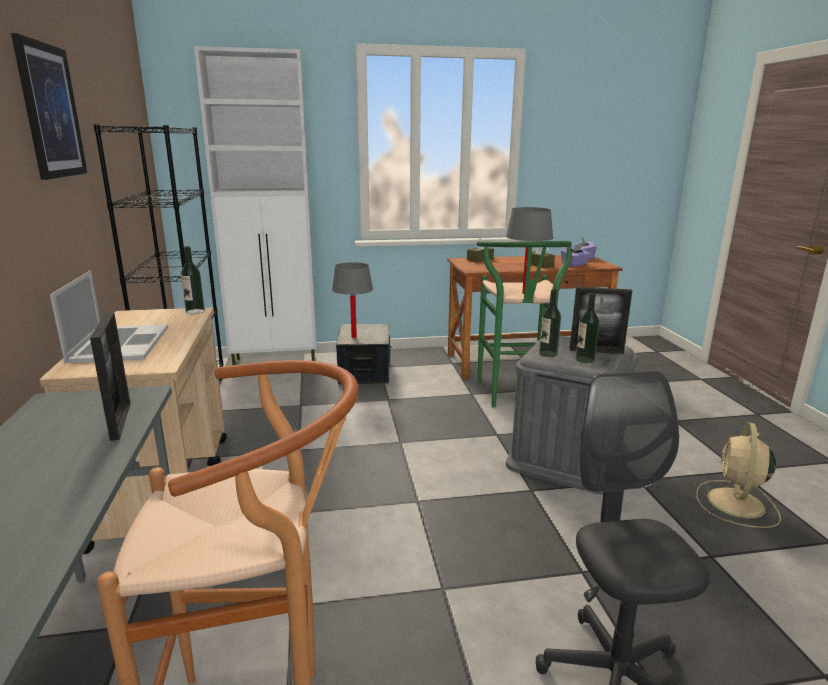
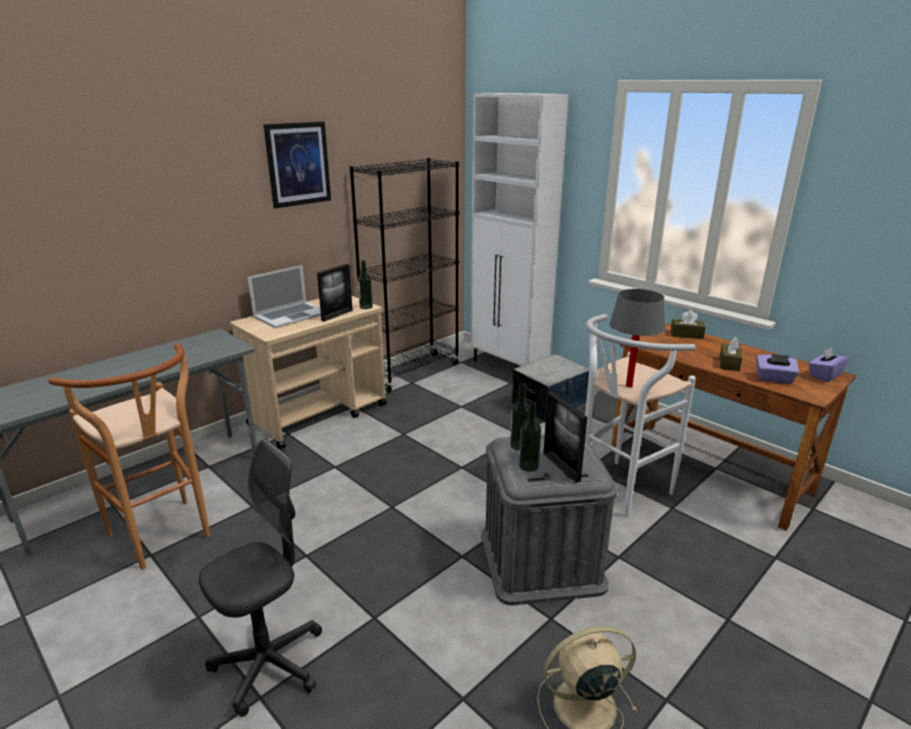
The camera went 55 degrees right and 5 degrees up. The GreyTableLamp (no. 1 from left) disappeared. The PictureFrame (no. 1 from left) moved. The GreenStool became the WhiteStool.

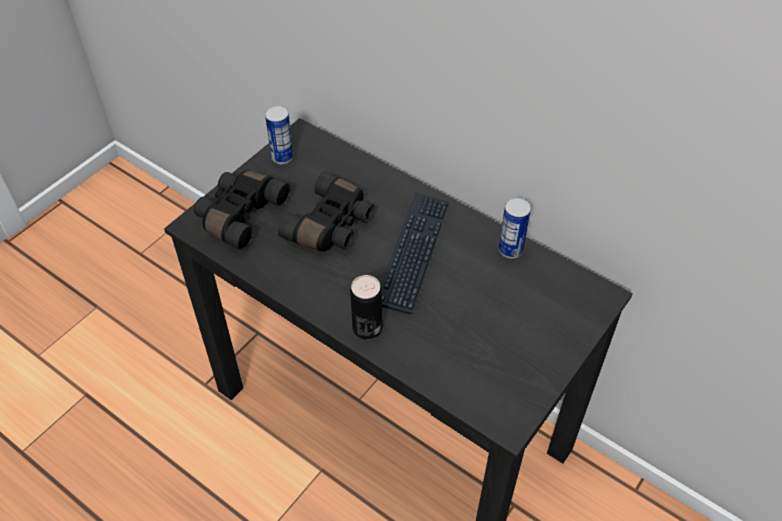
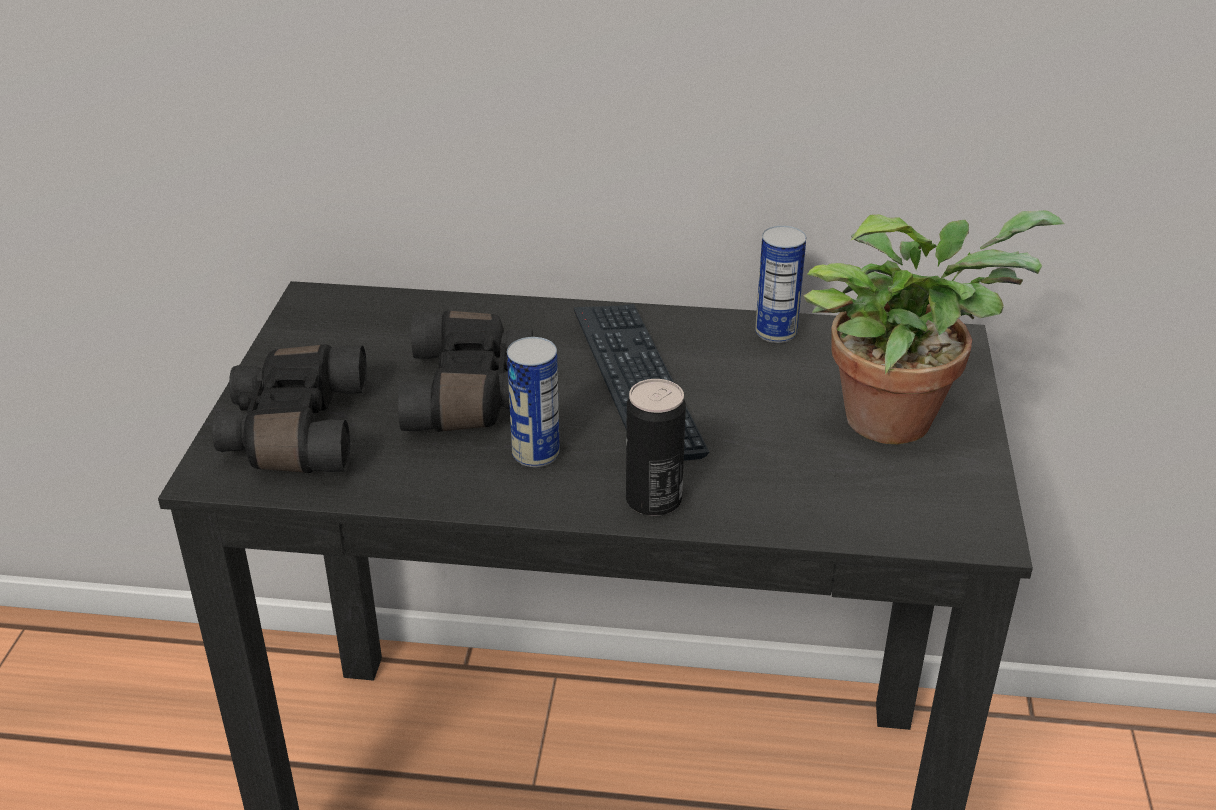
The camera went 30 degrees left and 15 degrees down. The PottedPlant appeared. The Can (no. 1 from left) moved.

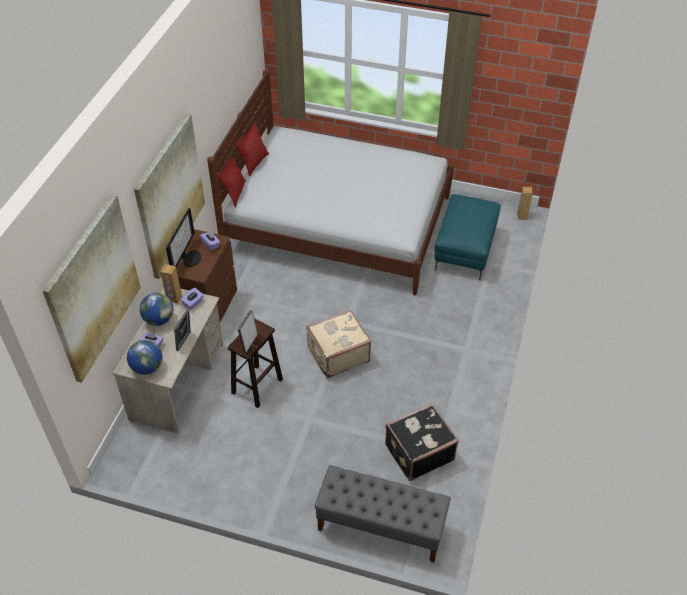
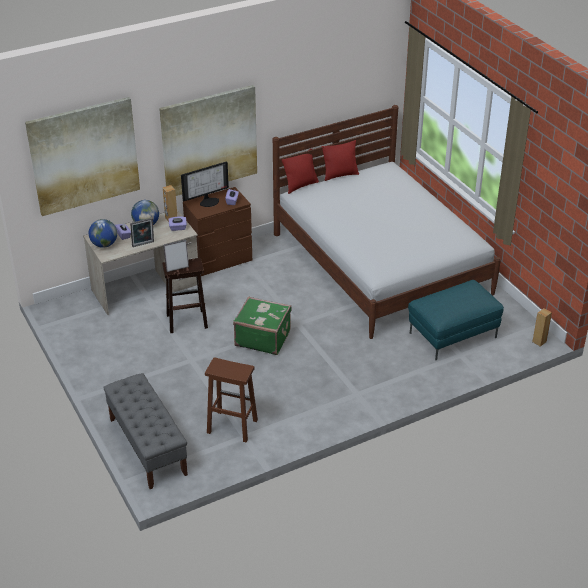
The camera went 45 degrees right and 10 degrees down. The BlackSuitcase was replaced by the BrownStool (no. 2 from left). The BeigeSuitcase became the GreenSuitcase.

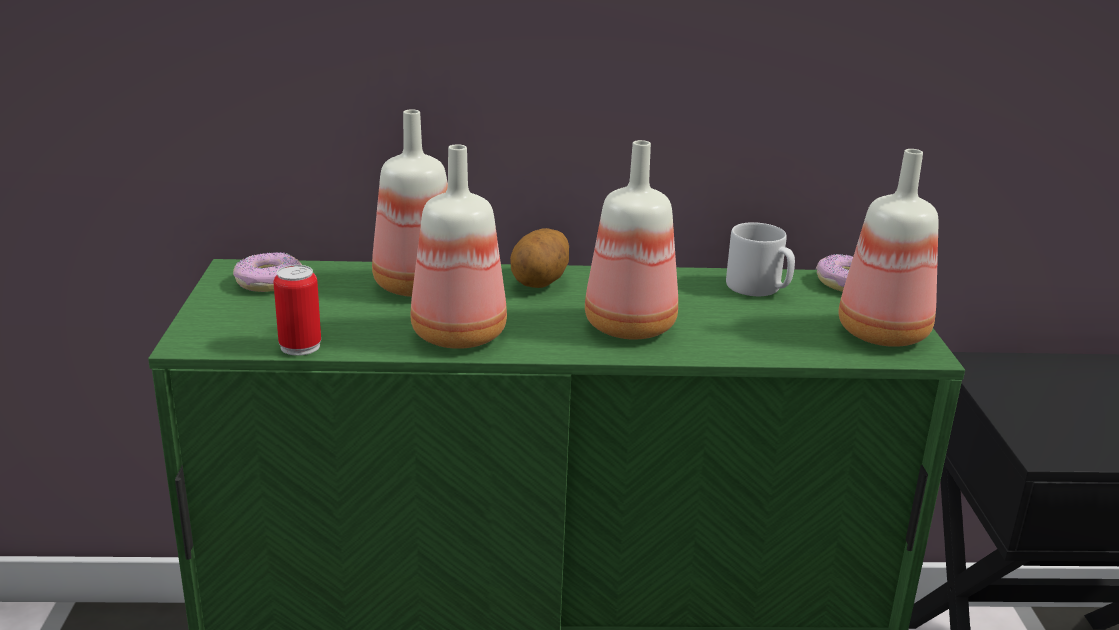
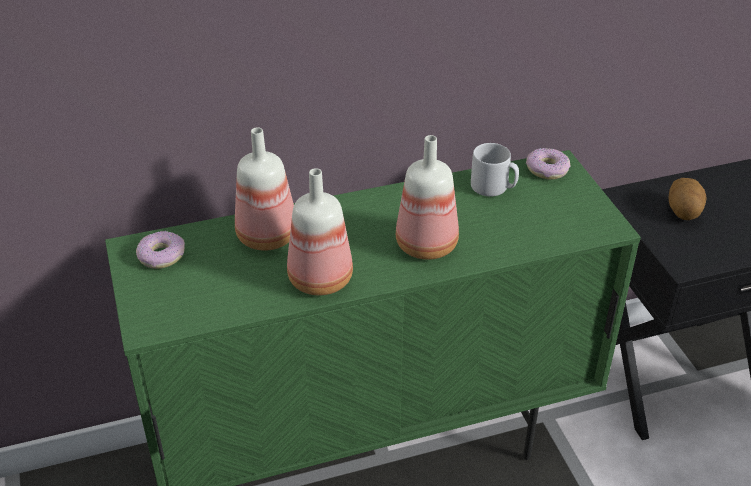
The camera went 15 degrees left and 15 degrees up. The Can disappeared. The Bottle (no. 4 from left) disappeared. The Potato moved.

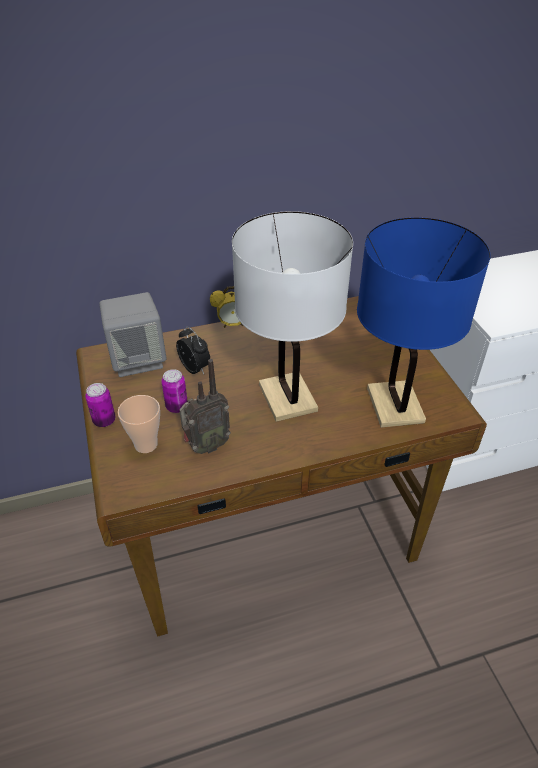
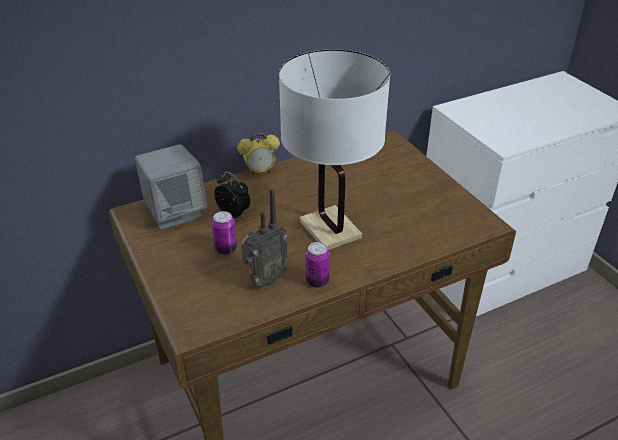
The camera went 10 degrees left and 5 degrees down. The Cup disappeared. The BlueTableLamp disappeared. The Can (no. 1 from left in the first image) moved.

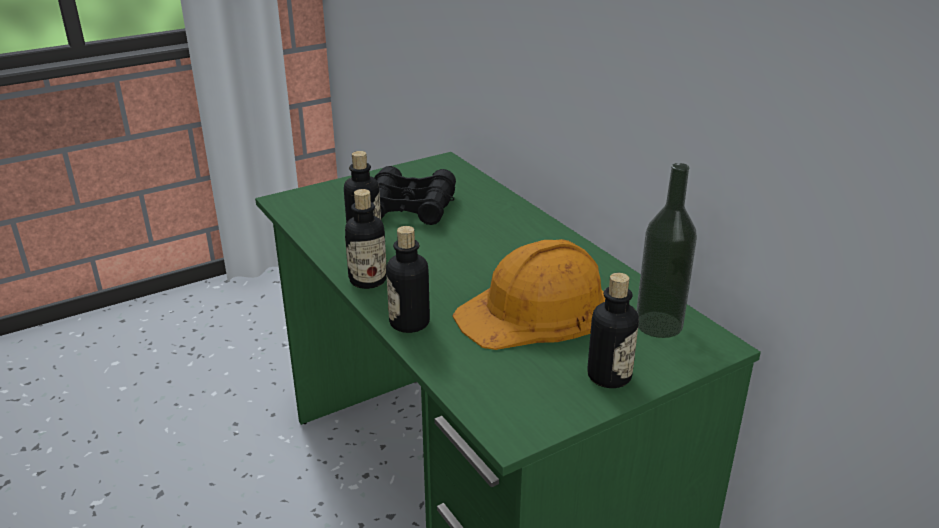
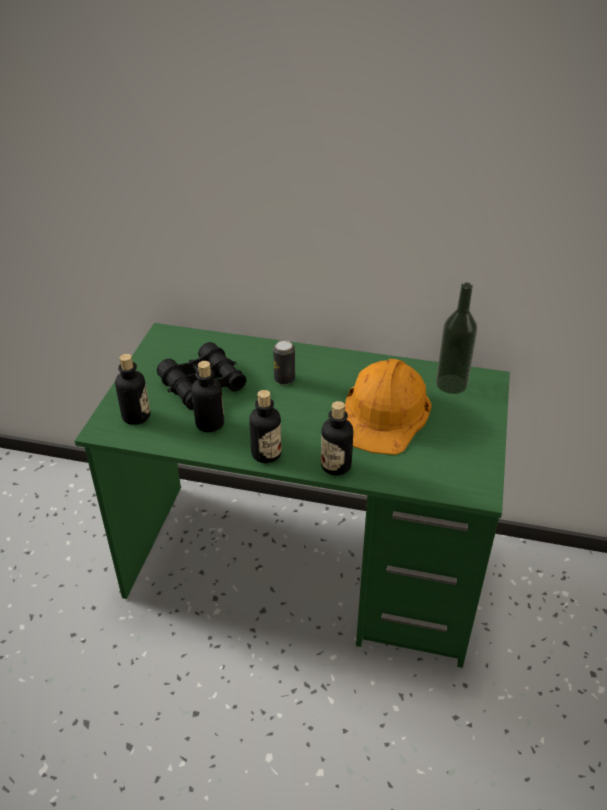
The camera went 45 degrees left and 10 degrees up. The Can appeared. The Bottle (no. 4 from left in the first image) moved.

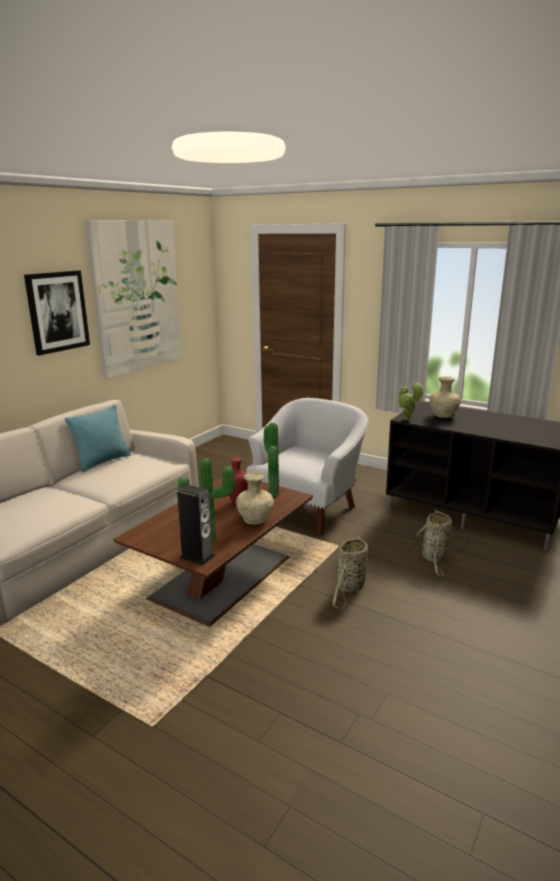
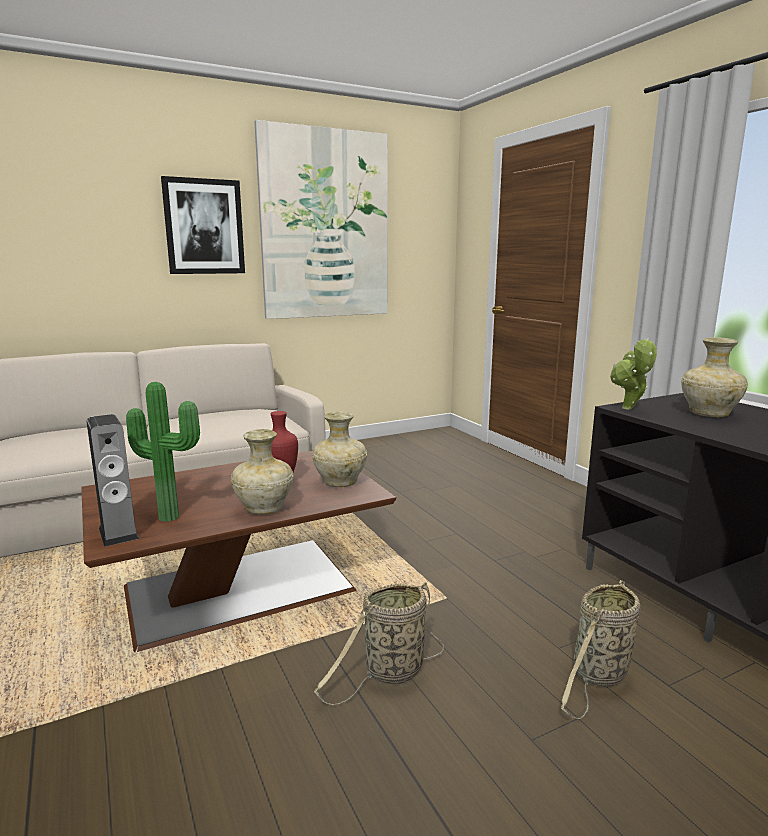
The camera went 30 degrees right and 5 degrees down. The TurquoisePillow disappeared. The WhiteArmchair disappeared. The PottedPlant (no. 2 from left) was replaced by the BeigeVase (no. 2 from left).

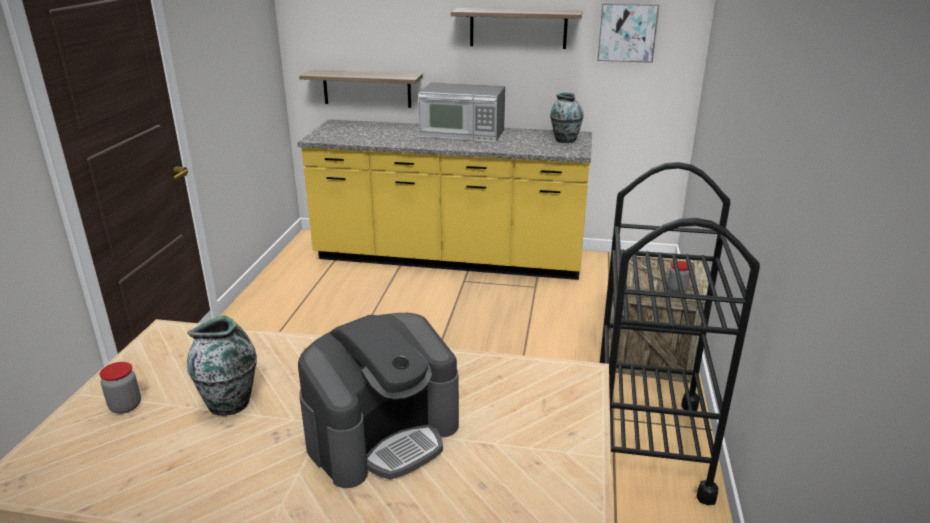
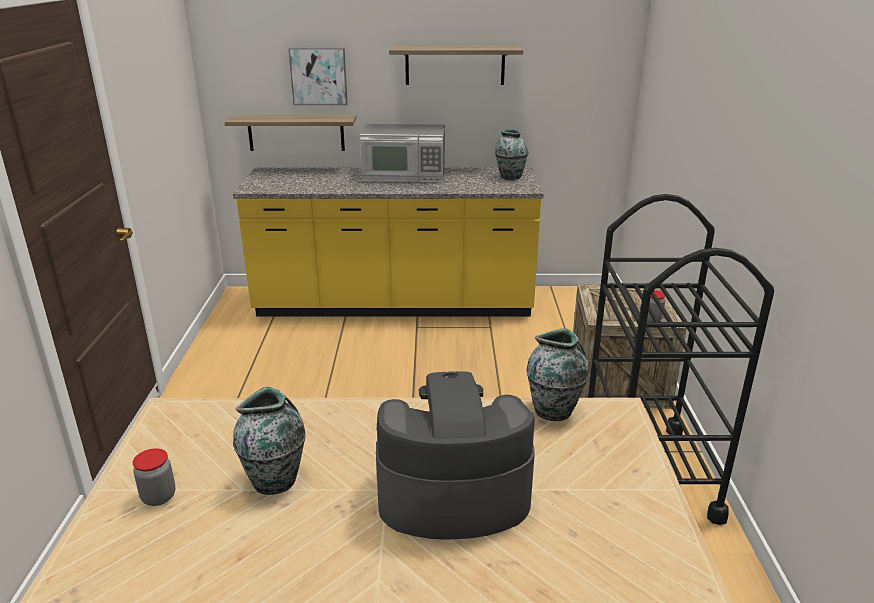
The camera went 10 degrees left and 0 degrees up. The Vase (no. 3 from left) appeared. The Picture moved. The CoffeeMachine turned 135 degrees counterclockwise.

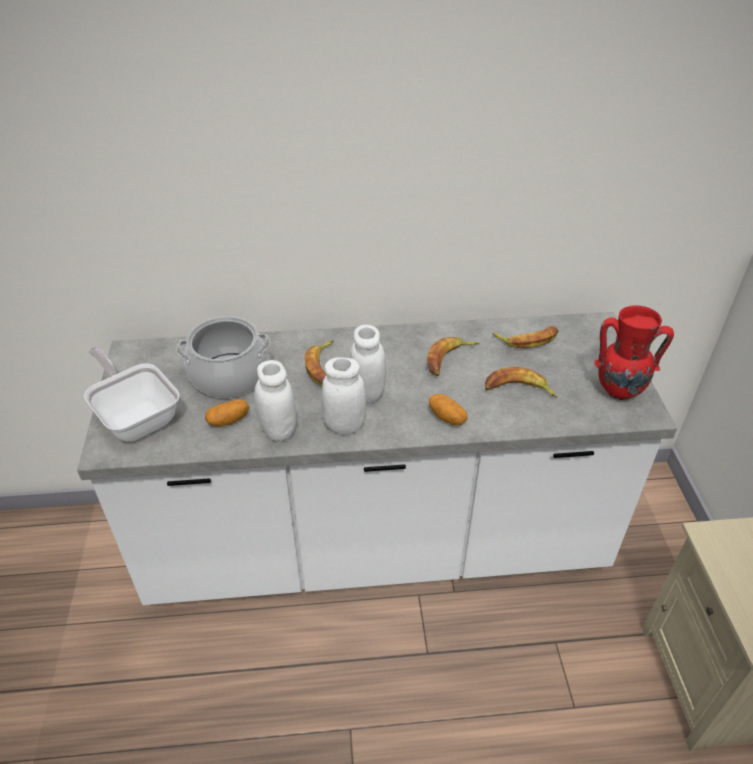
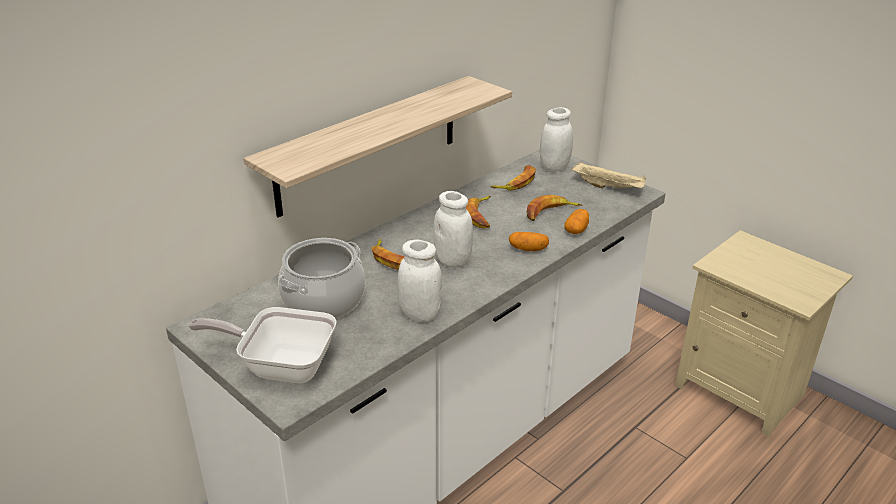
The camera went 40 degrees left and 10 degrees down. The Shelf appeared. The Potato (no. 1 from left in the first image) moved. The WhiteJar (no. 2 from left in the first image) moved. The RedVase was replaced by the BeigeTray.

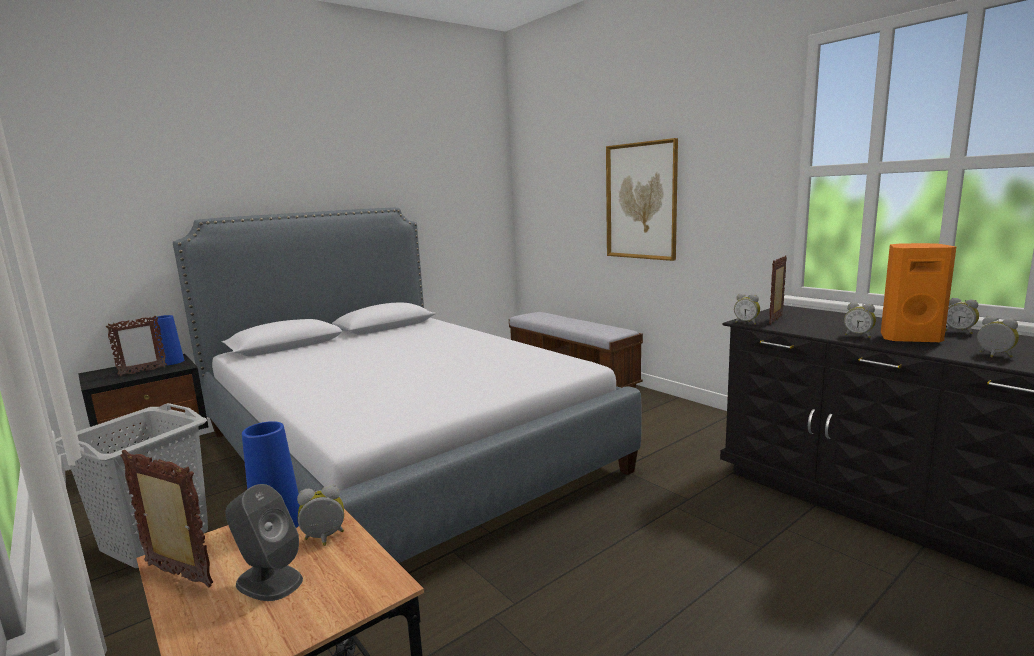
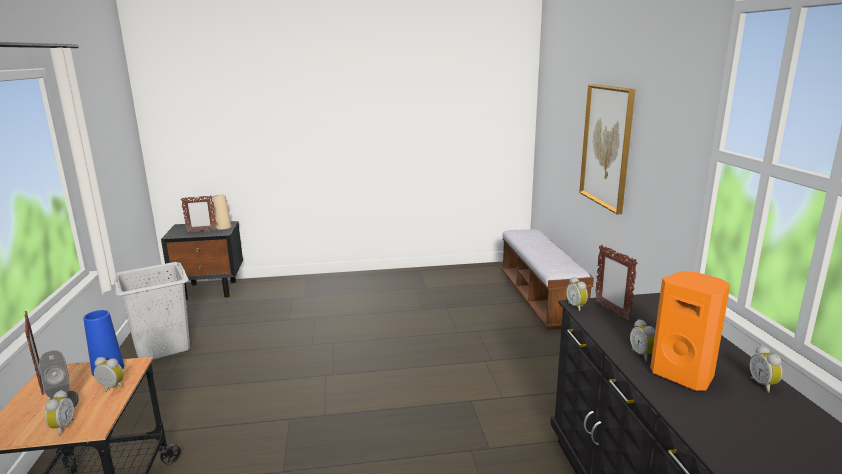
The camera went 30 degrees right and 5 degrees up. The Bed disappeared. The AlarmClock (no. 5 from left in the first image) moved. The BlueVase (no. 1 from left) became the BeigeVase. The PictureFrame (no. 3 from left) turned 90 degrees counterclockwise.

